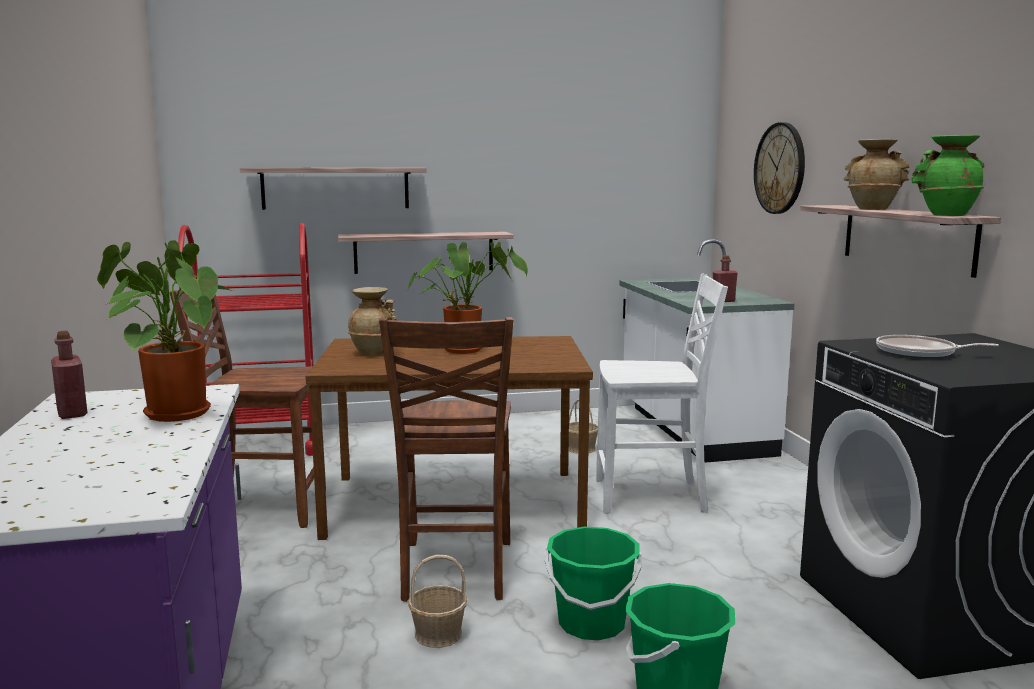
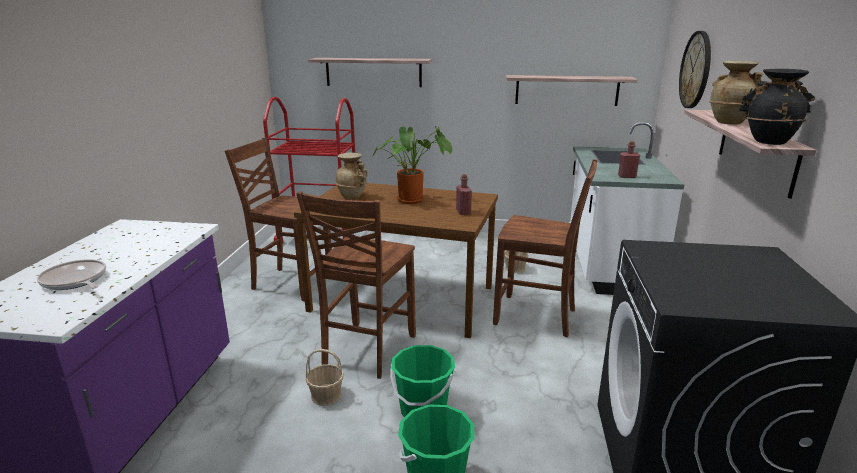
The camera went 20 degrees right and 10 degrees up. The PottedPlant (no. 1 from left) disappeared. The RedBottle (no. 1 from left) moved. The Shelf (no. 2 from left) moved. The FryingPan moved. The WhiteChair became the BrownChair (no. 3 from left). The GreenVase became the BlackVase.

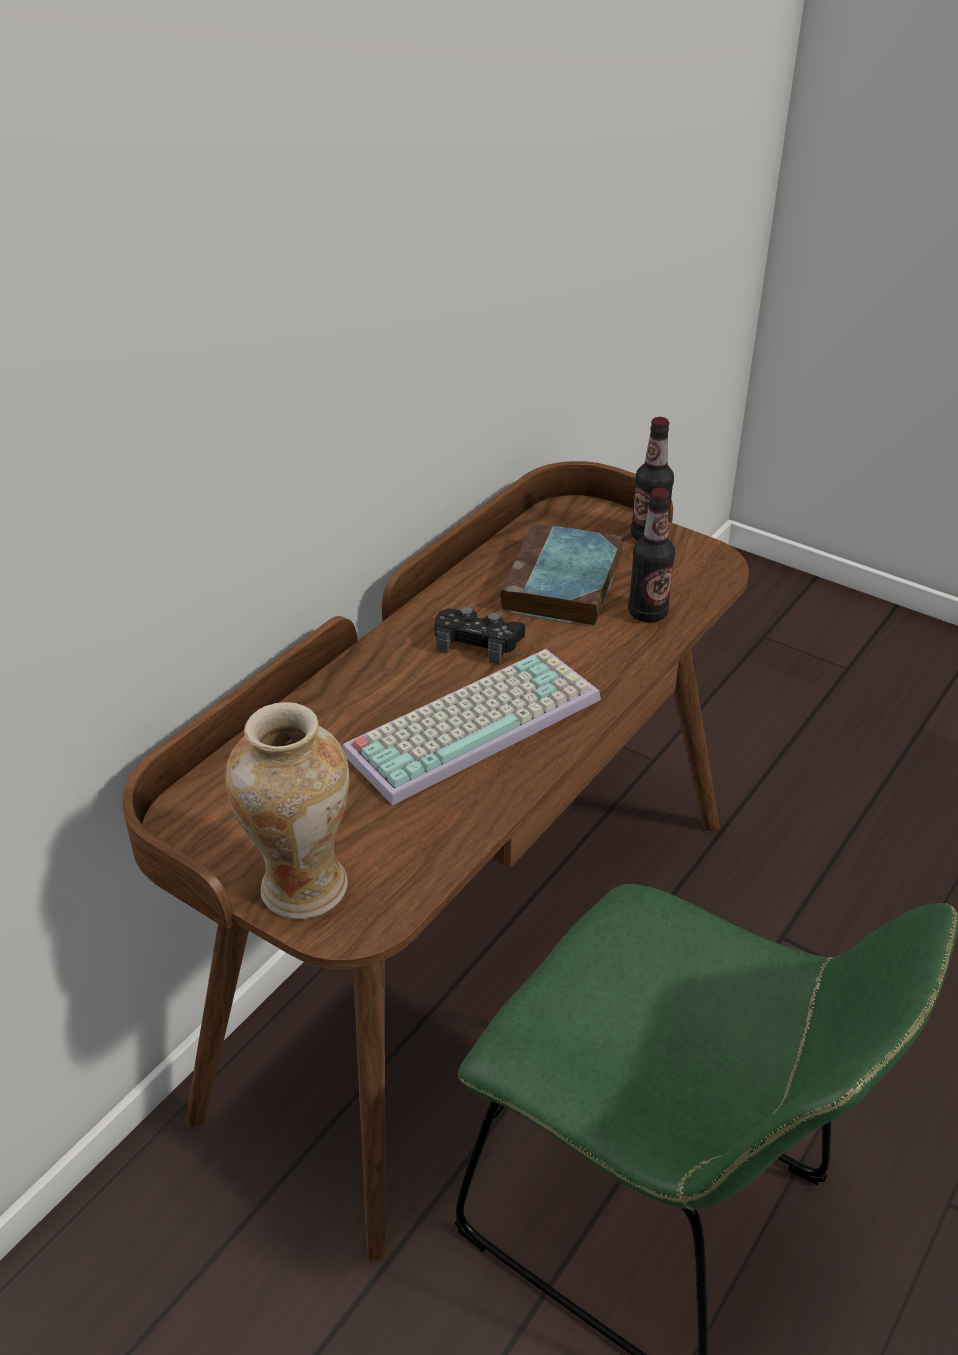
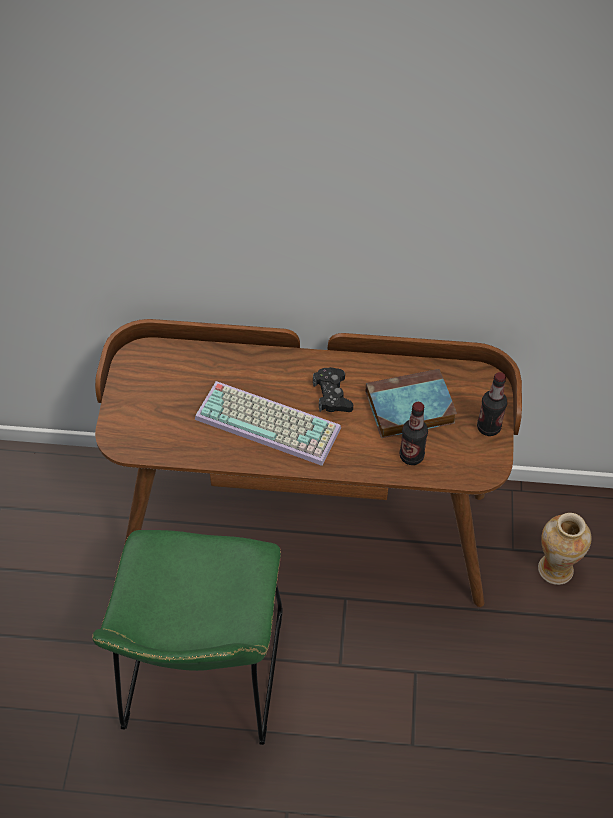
The camera went 60 degrees right and 15 degrees up. The Vase moved.

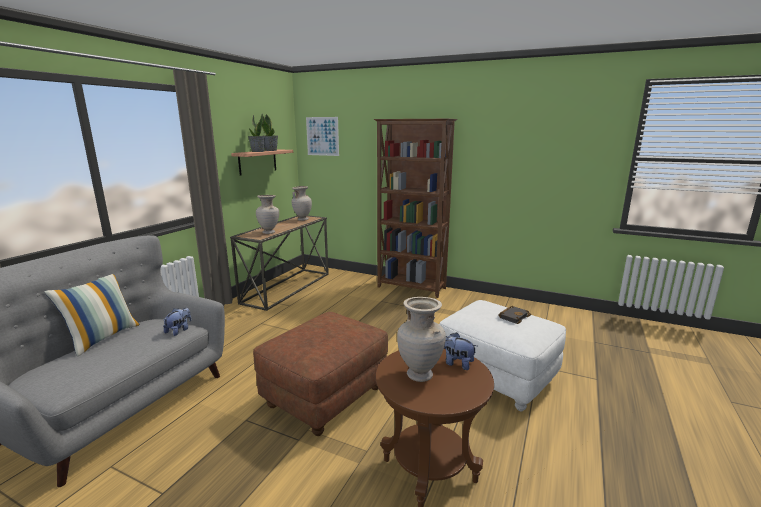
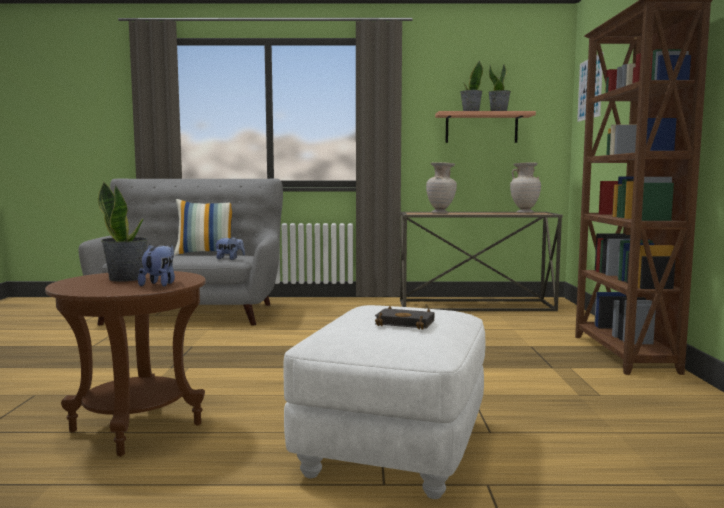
The camera went 65 degrees right and 10 degrees down. The BrownOttoman disappeared. The BeigeVase (no. 3 from left) was replaced by the PottedPlant (no. 1 from left).

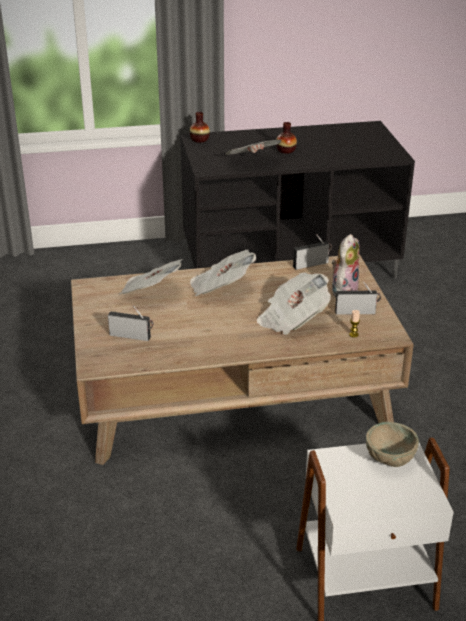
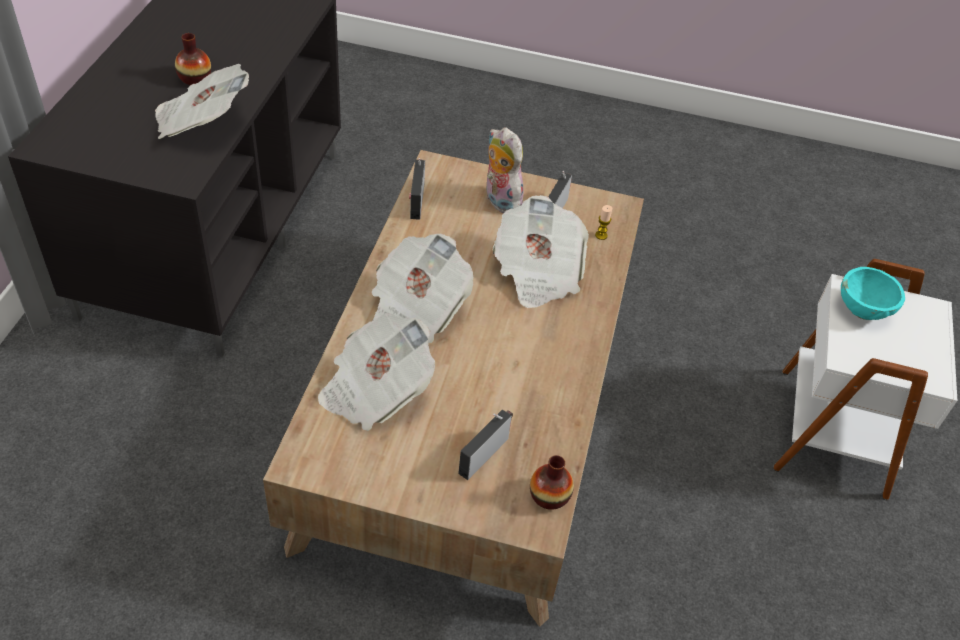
The camera went 70 degrees left and 15 degrees up. The Vase (no. 1 from left in the first image) moved. The BeigeBowl became the TurquoiseBowl.

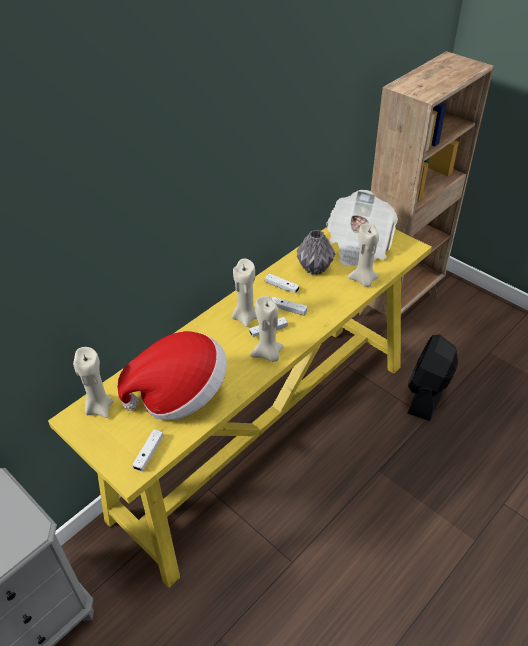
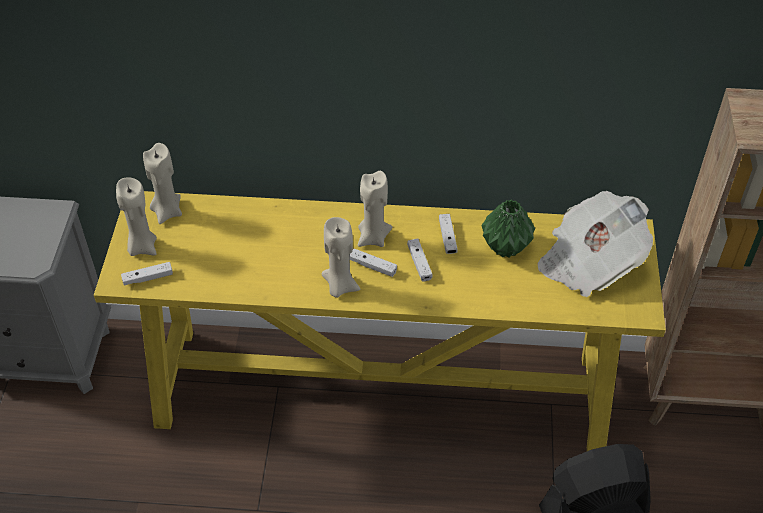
The camera went 50 degrees right and 5 degrees up. The Hat disappeared. The BeigeCandle (no. 4 from left in the first image) moved. The GreyVase became the GreenVase.

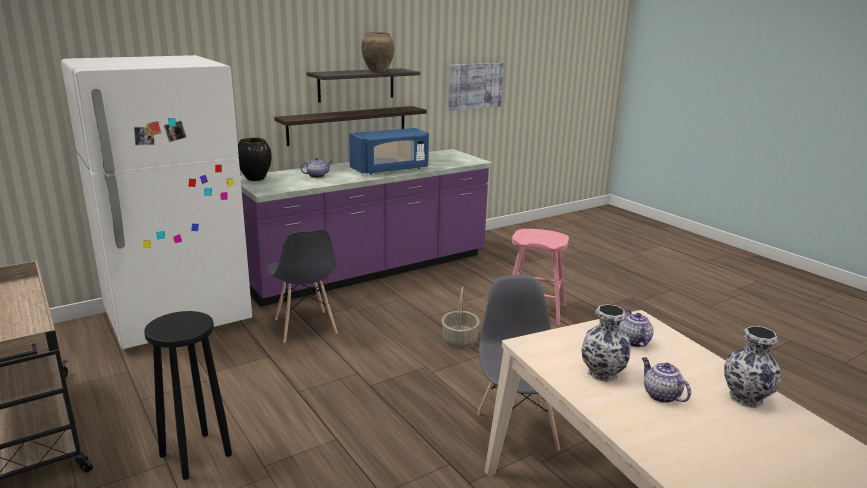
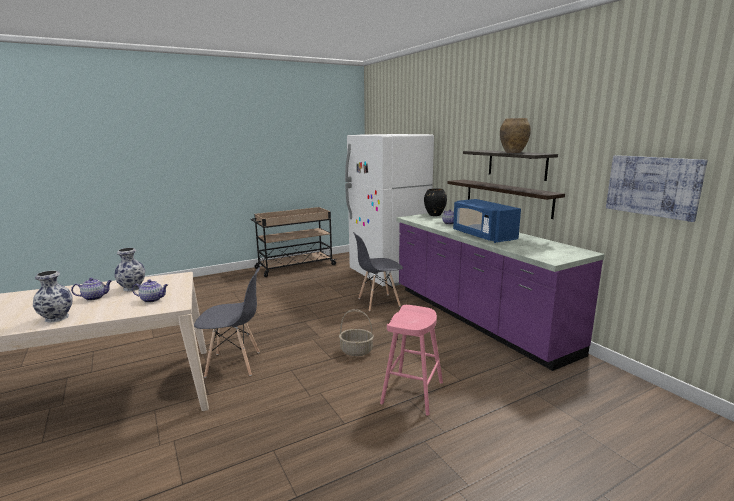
The camera went 95 degrees right and 5 degrees down. The BlackStool disappeared.

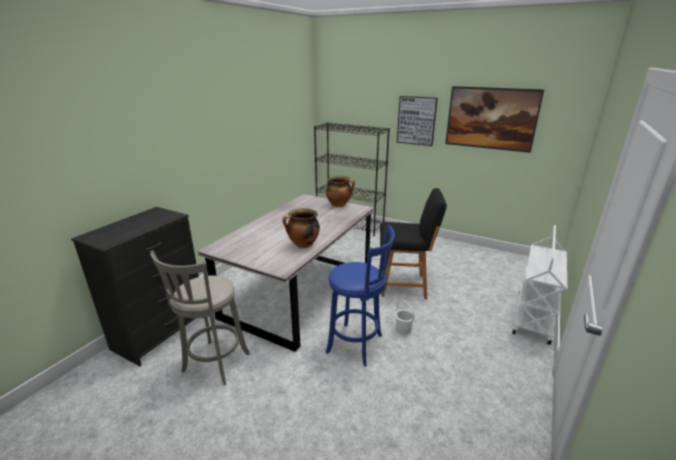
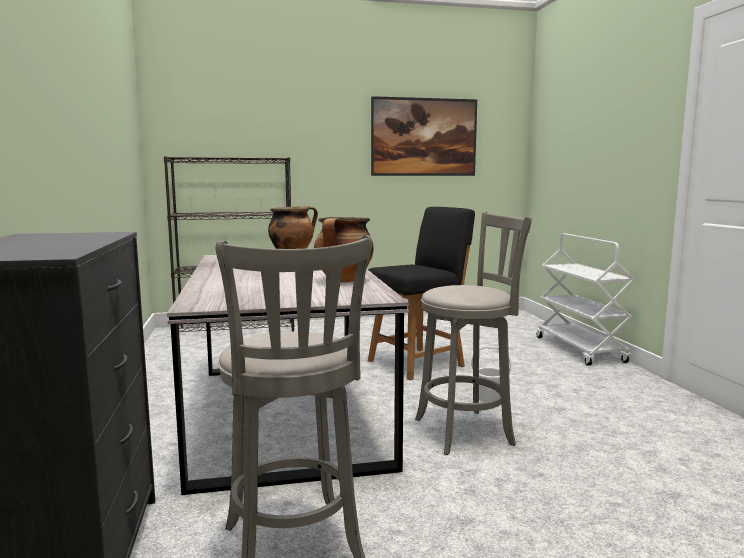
The camera went 40 degrees left and 15 degrees down. The Picture (no. 1 from left) disappeared. The BlueStool became the GreyStool (no. 2 from left).

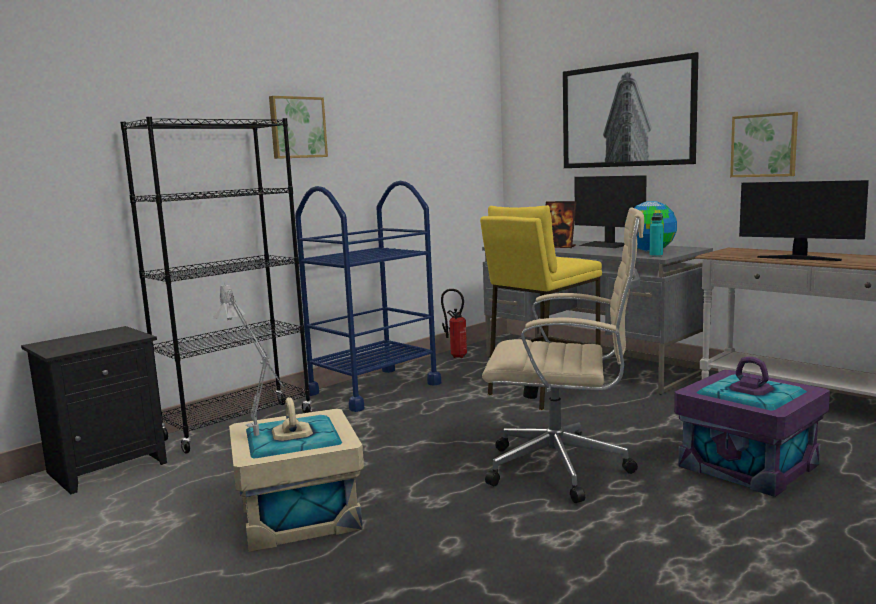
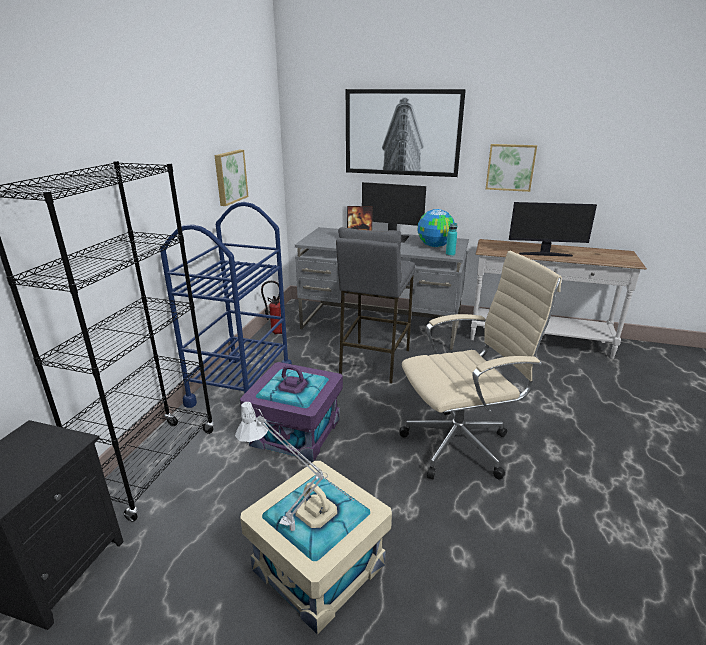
The camera went 30 degrees left and 15 degrees up. The Picture (no. 1 from left) moved. The PurpleStorageBox moved. The YellowStool became the GreyStool.

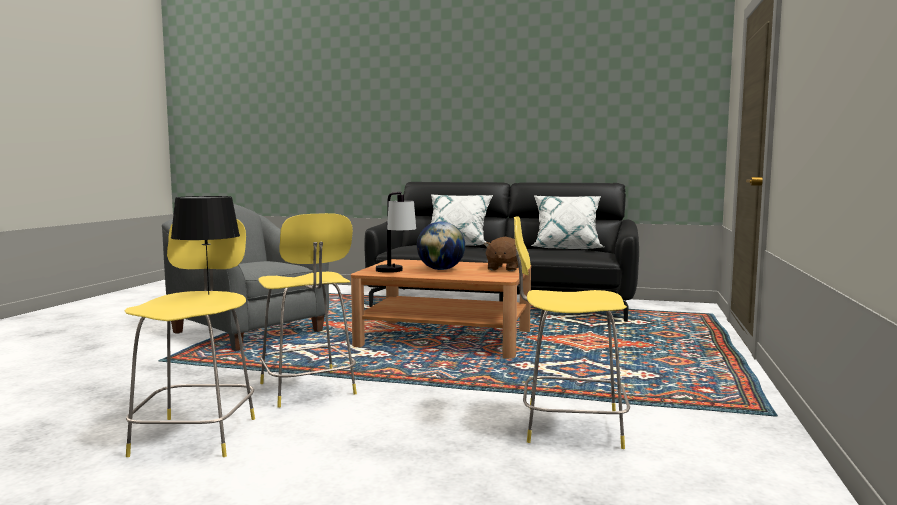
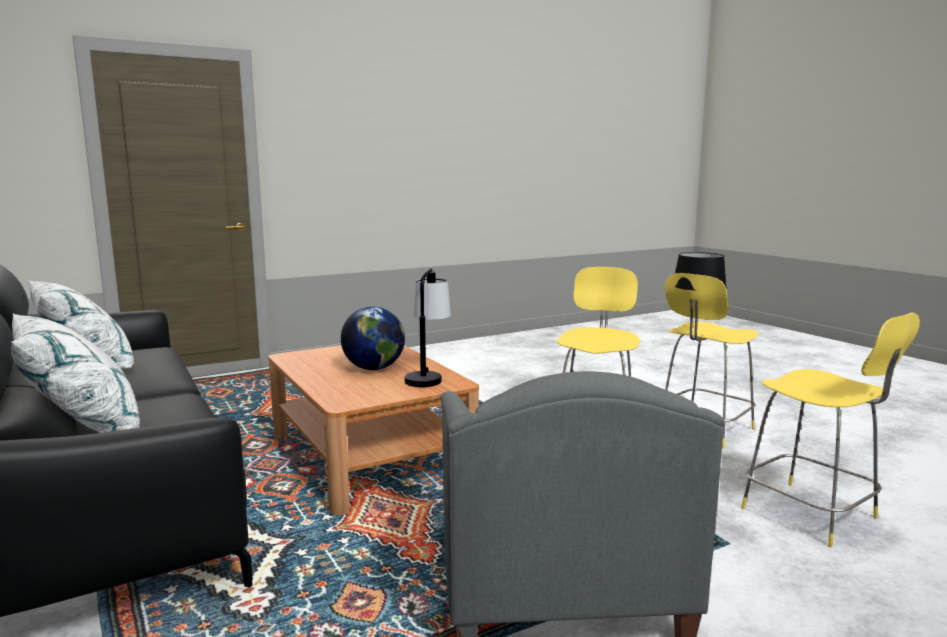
The camera went 135 degrees left and 5 degrees up. The BrownPlushToy disappeared. The YellowStool (no. 3 from left) moved.

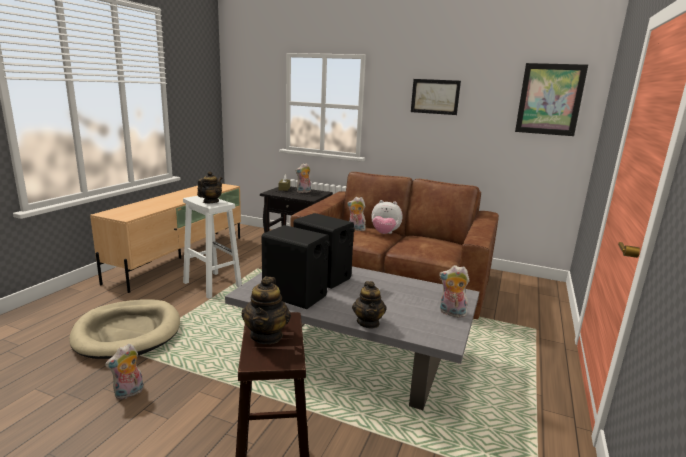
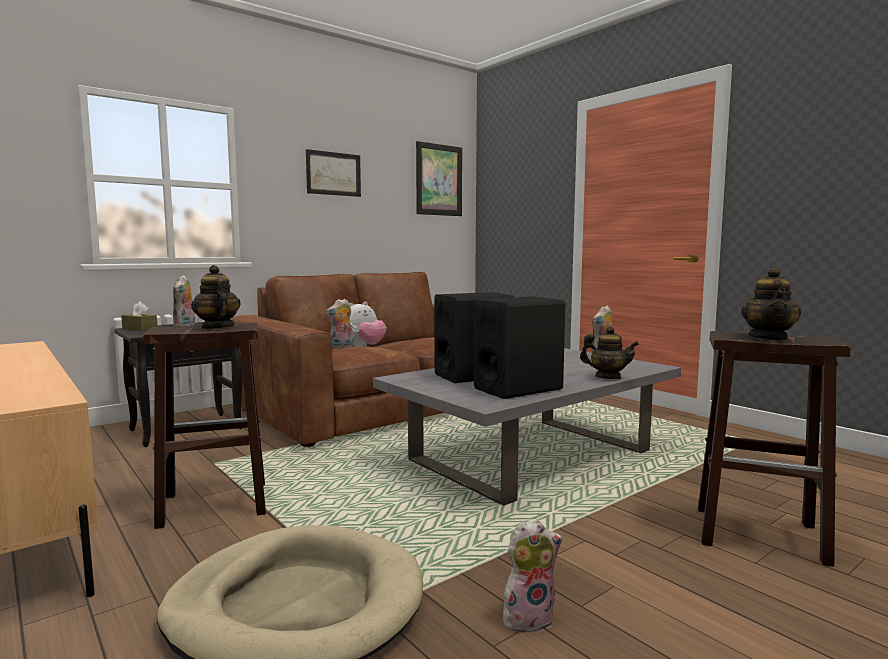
The camera went 60 degrees left and 10 degrees down. The WhiteStool became the BrownStool (no. 1 from left). The PlushToy (no. 1 from left in the first image) turned 90 degrees counterclockwise. The Teapot (no. 2 from left in the first image) turned 75 degrees clockwise.

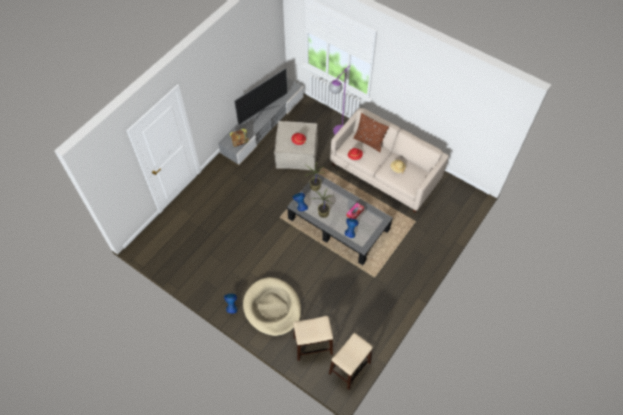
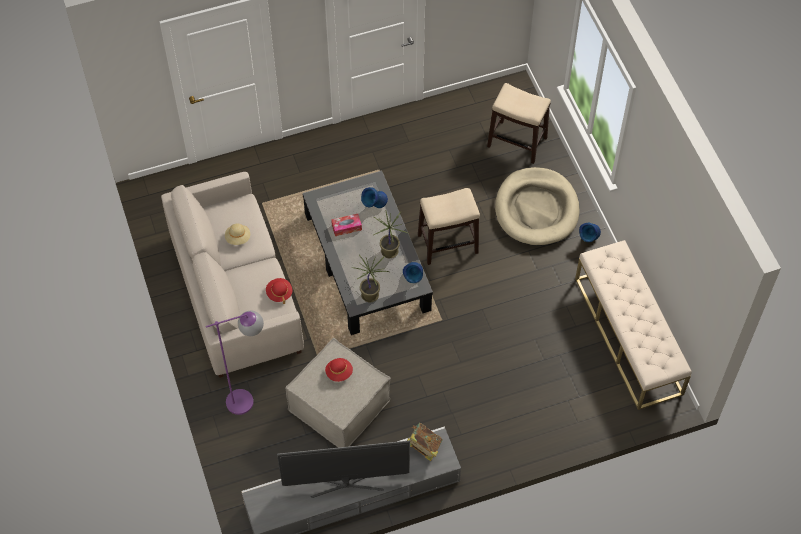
The camera went 145 degrees left and 0 degrees up. The BrownPillow disappeared. The BeigeBench appeared. The Stool (no. 2 from left in the first image) moved.

